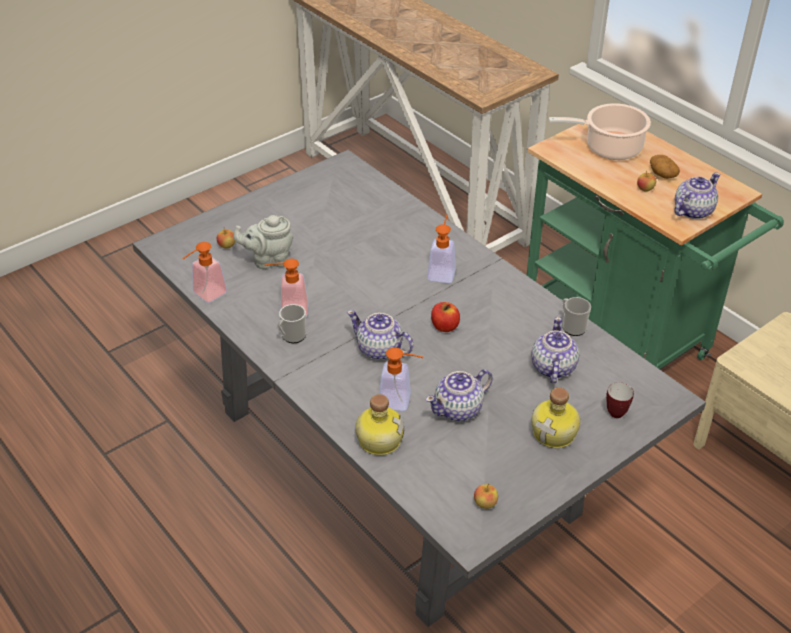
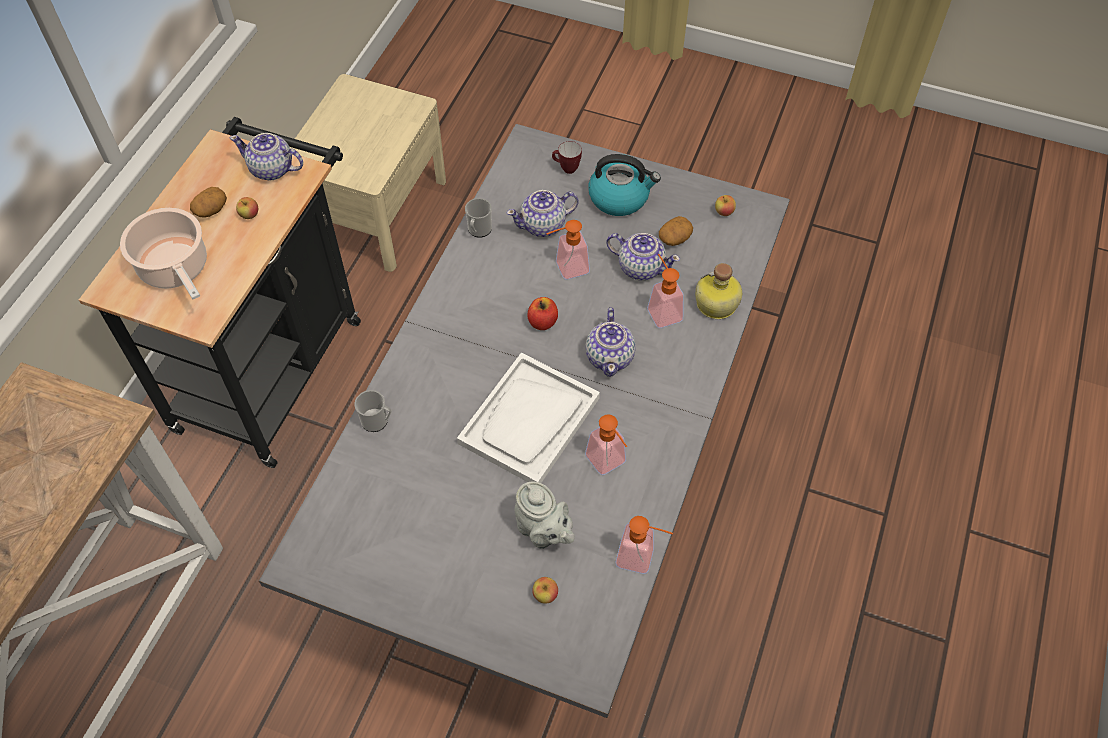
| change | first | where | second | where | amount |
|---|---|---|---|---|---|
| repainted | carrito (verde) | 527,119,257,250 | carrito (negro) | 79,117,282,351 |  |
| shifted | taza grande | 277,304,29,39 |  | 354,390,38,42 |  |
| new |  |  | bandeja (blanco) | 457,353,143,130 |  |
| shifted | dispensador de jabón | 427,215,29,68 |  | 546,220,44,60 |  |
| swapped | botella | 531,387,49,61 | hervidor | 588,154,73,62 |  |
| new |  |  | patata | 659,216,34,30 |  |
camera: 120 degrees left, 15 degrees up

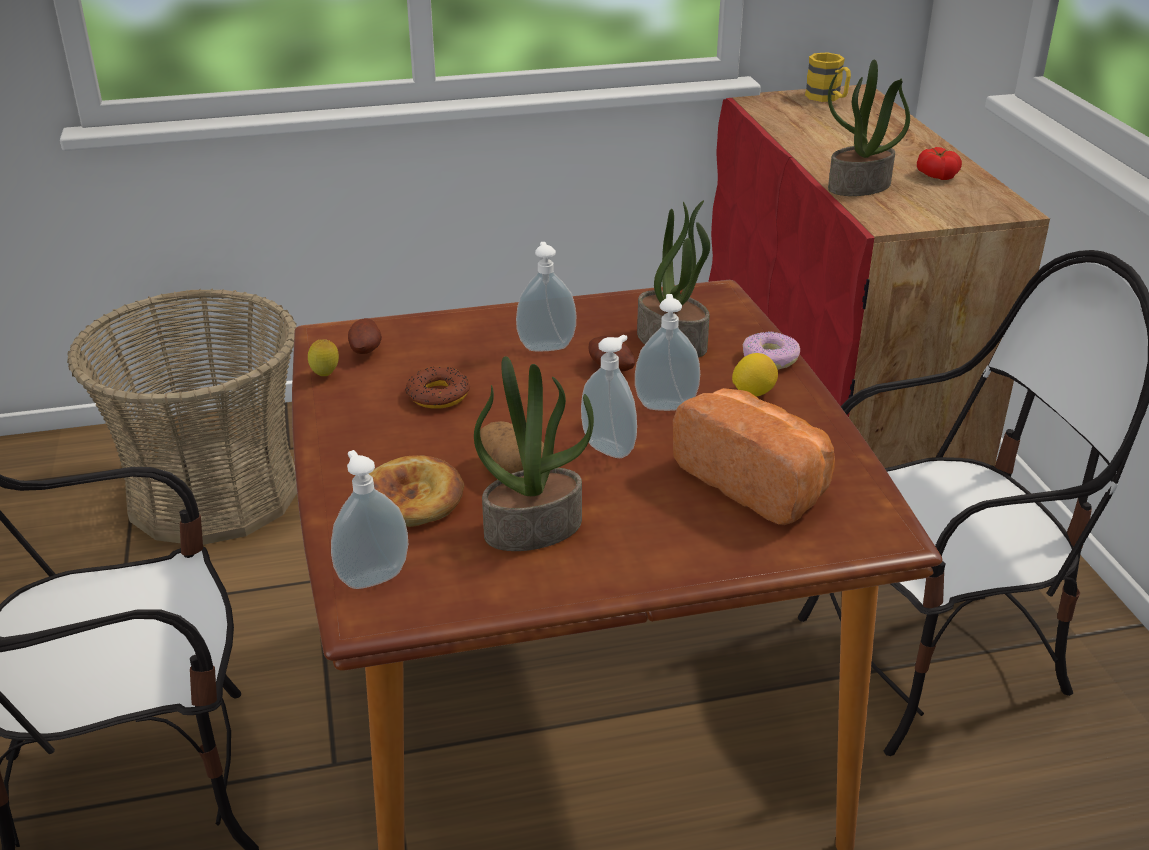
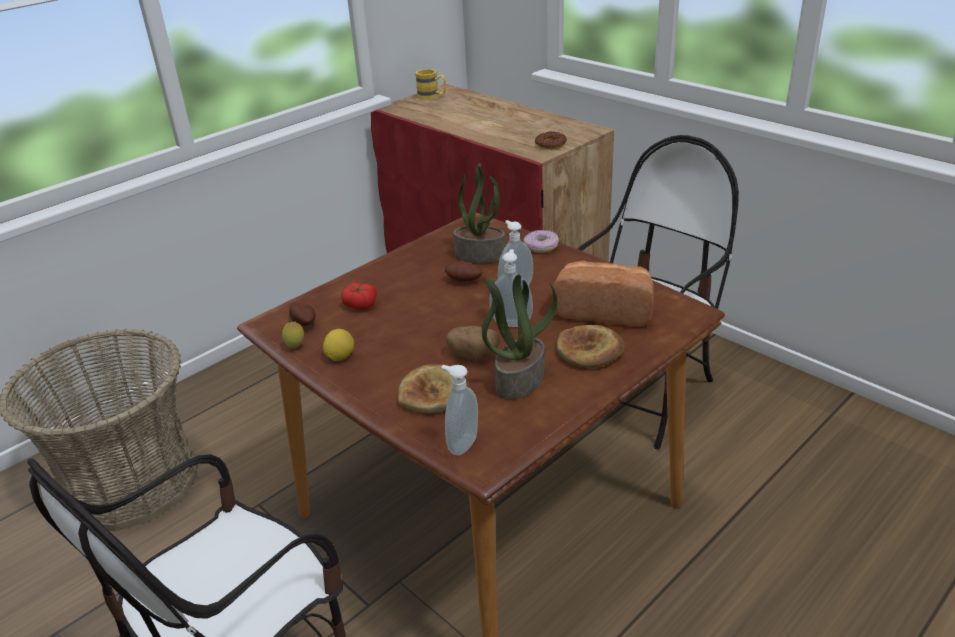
| change | first | where | second | where | amount |
|---|---|---|---|---|---|
| shifted | limón | 732,353,46,44 |  | 323,329,31,32 |  |
| shifted | tomate | 917,147,45,33 |  | 341,282,36,27 |  |
| shifted | rosquilla | 405,367,65,41 |  | 535,132,32,17 |  |
| new |  |  | pan | 556,325,68,43 |  |
| gone | dispensador de jabón | 516,242,60,109 |  |  |  |
| gone | planta en maceta | 828,59,82,137 |  |  |  |
camera: 30 degrees left, 0 degrees up

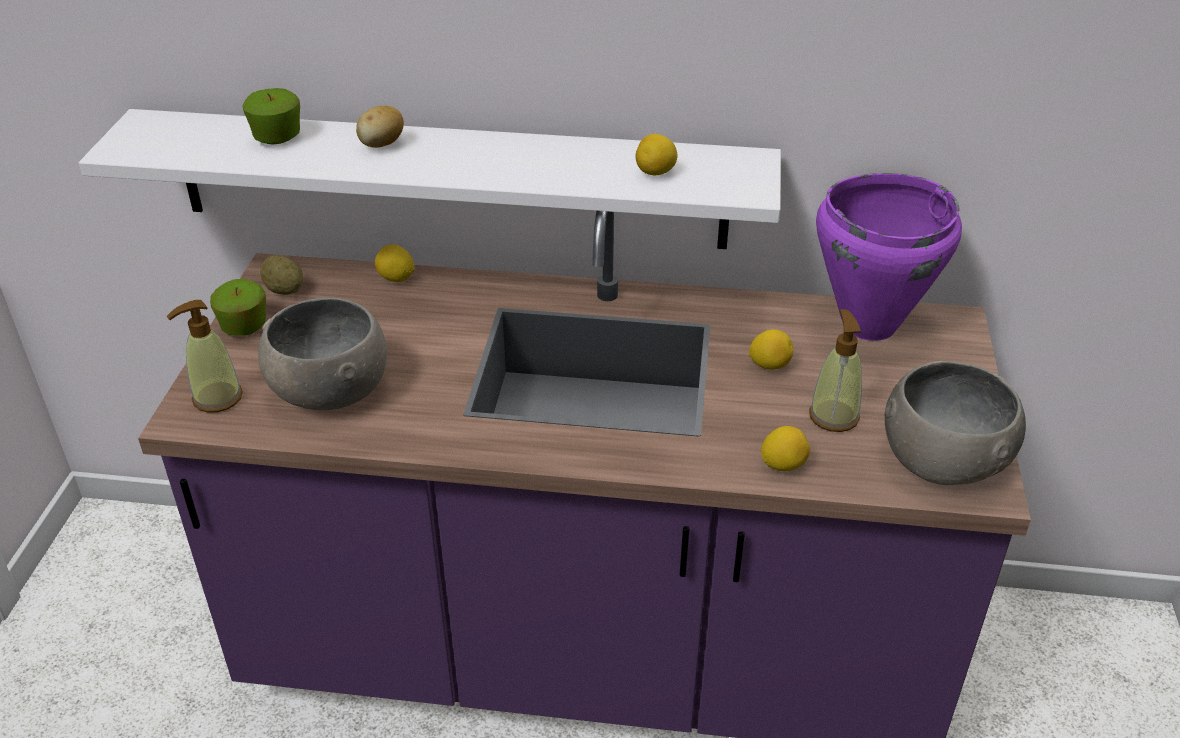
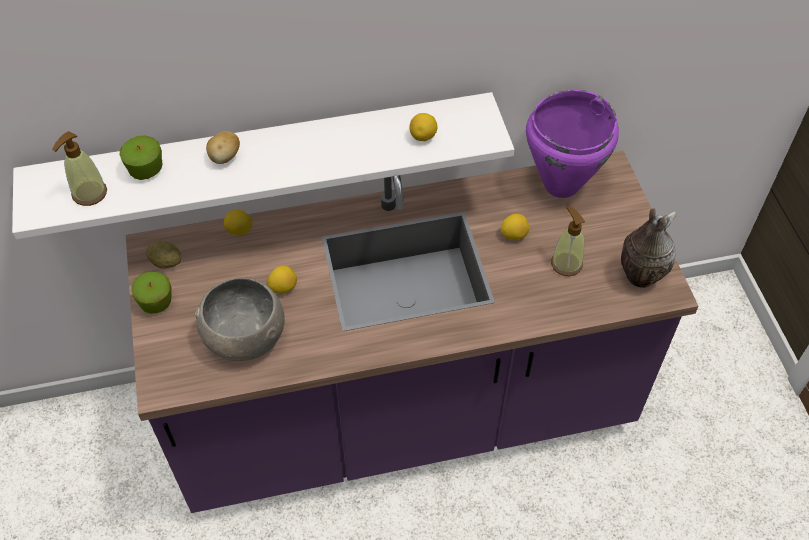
| change | first | where | second | where | amount |
|---|---|---|---|---|---|
| shifted | dispensador de jabón | 167,300,76,113 |  | 52,131,55,75 |  |
| shifted | limón | 761,426,49,45 |  | 268,266,29,28 |  |
| swapped | cuenco (gris) | 885,361,141,124 | florero | 621,208,55,80 |  |
camera: 20 degrees left, 15 degrees up

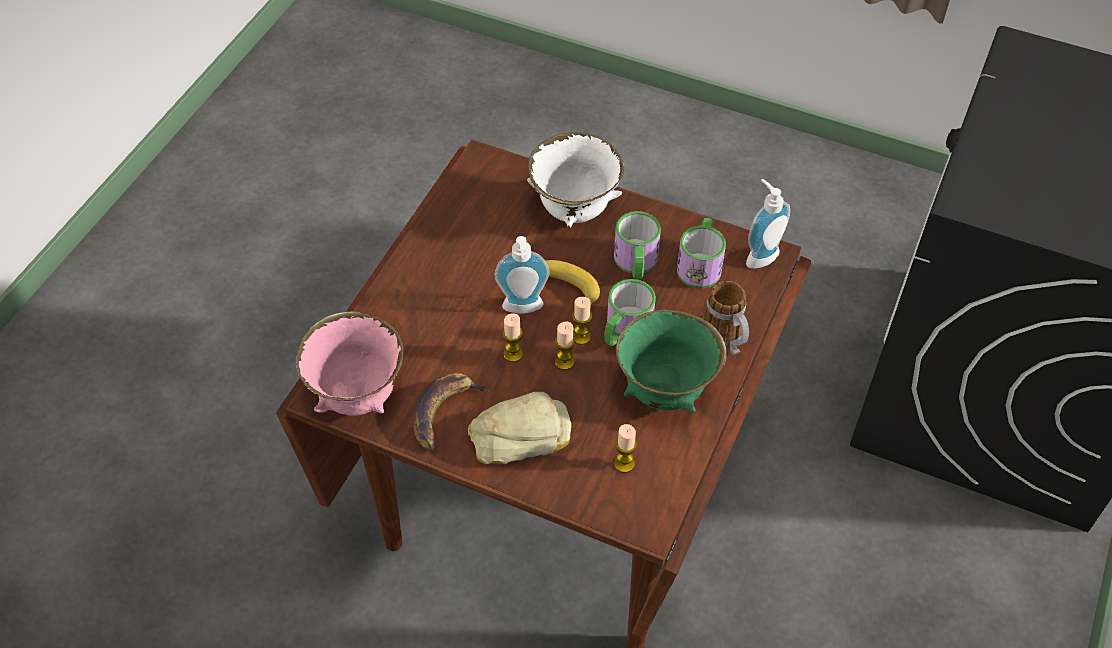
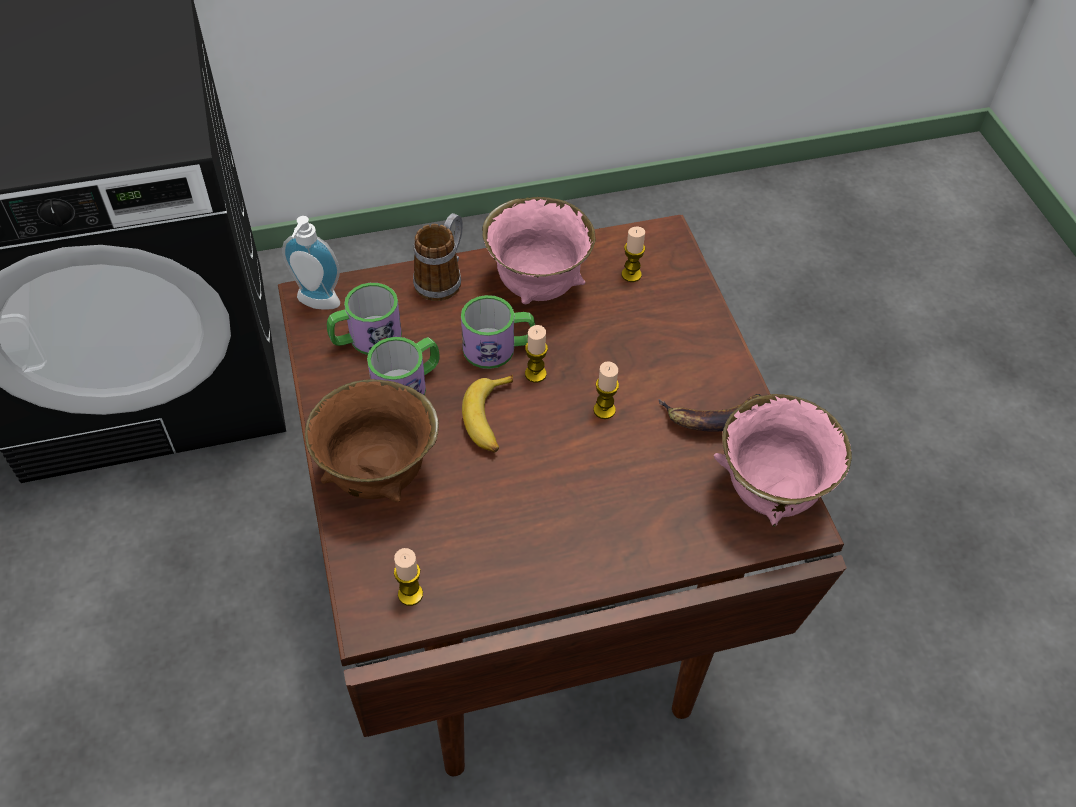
| change | first | where | second | where | amount |
|---|---|---|---|---|---|
| repainted | cuenco (blanco) | 527,132,97,96 | cuenco (marrón) | 305,379,134,123 |  |
| shifted | vela | 555,321,20,49 |  | 394,548,29,58 |  |
| repainted | cuenco (verde) | 616,309,111,104 | cuenco (rosa) | 482,197,114,107 |  |
| gone | pan | 468,392,103,72 |  |  |  |
| gone | dispensador de jabón | 495,236,55,78 |  |  |  |
camera: 130 degrees left, 0 degrees up

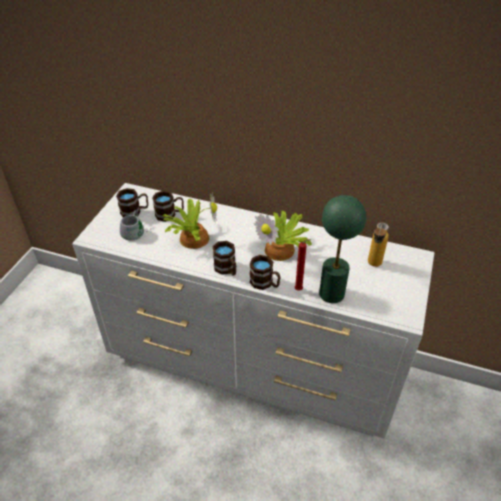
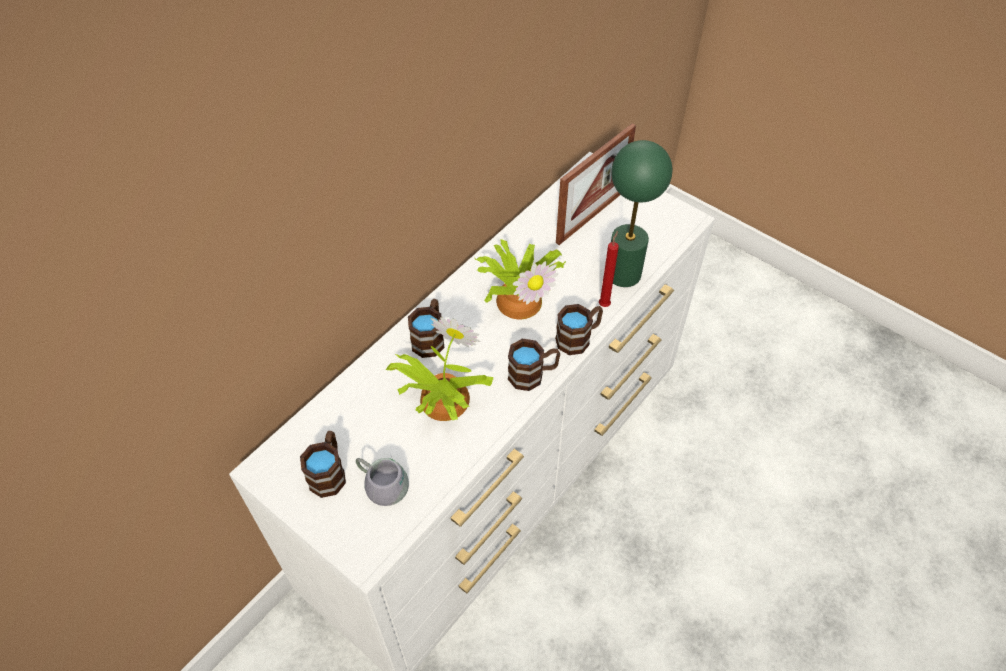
| change | first | where | second | where | amount |
|---|---|---|---|---|---|
| shifted | taza grande (marrón) | 152,191,32,31 |  | 408,299,36,59 |  |
| swapped | botella | 368,223,21,44 | portarretratos | 556,123,80,122 |  |
camera: 70 degrees left, 10 degrees up

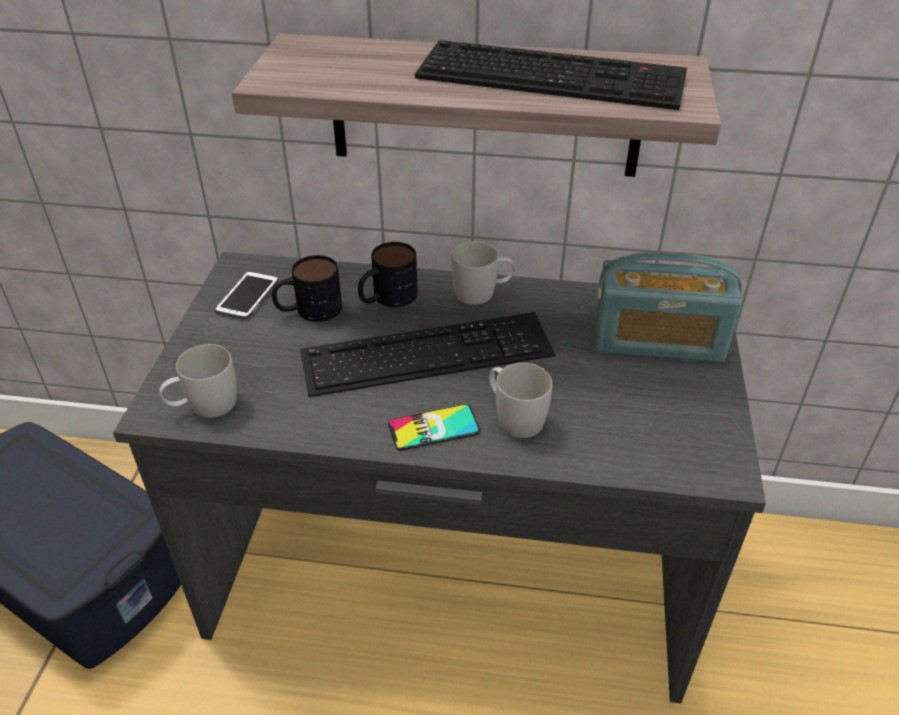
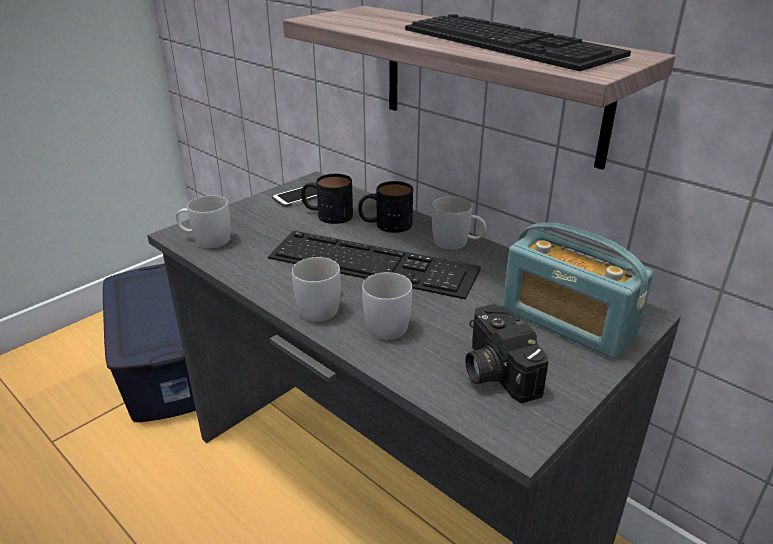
| change | first | where | second | where | amount |
|---|---|---|---|---|---|
| swapped | móvil | 388,404,92,47 | taza grande (blanco) | 292,257,49,65 |  |
| new |  |  | cámara | 465,304,84,99 |  |
camera: 35 degrees right, 10 degrees down

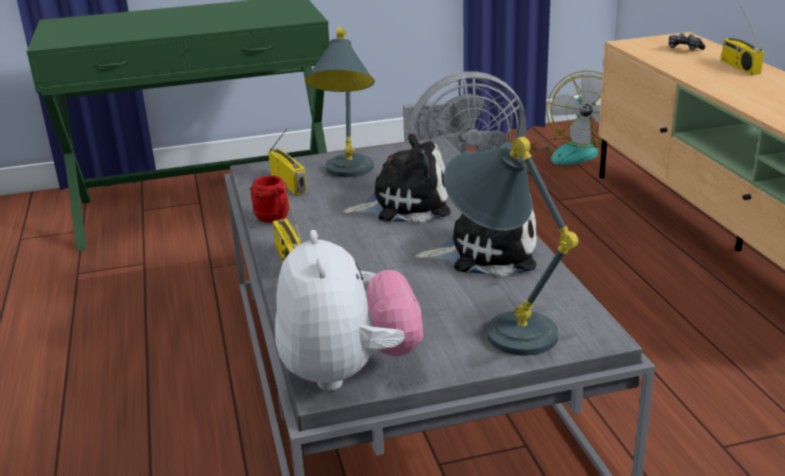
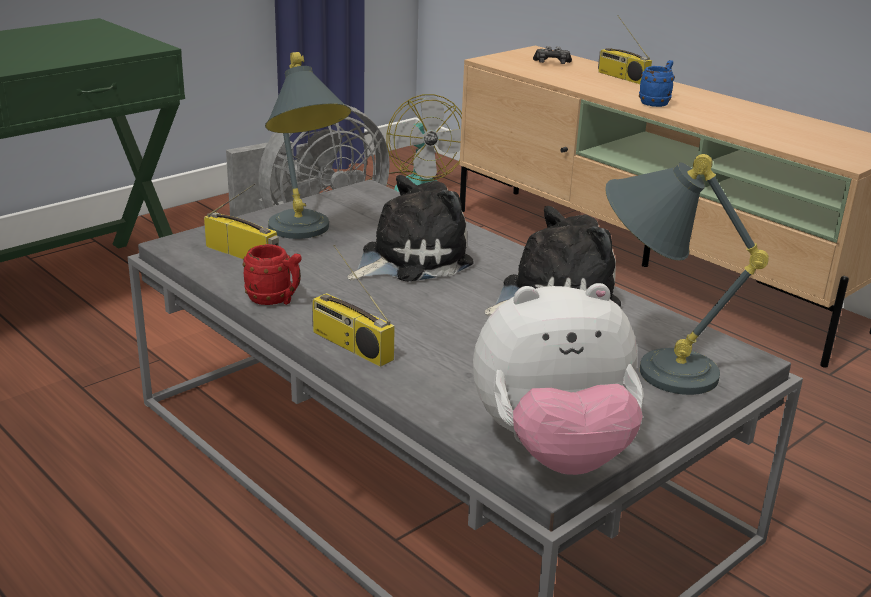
| change | first | where | second | where | amount |
|---|---|---|---|---|---|
| rotated | peluche | 275,230,149,161 |  | 473,283,171,192 | 120 degrees clockwise |
| new |  |  | taza grande (azul) | 639,60,36,47 |  |
camera: 30 degrees left, 0 degrees up

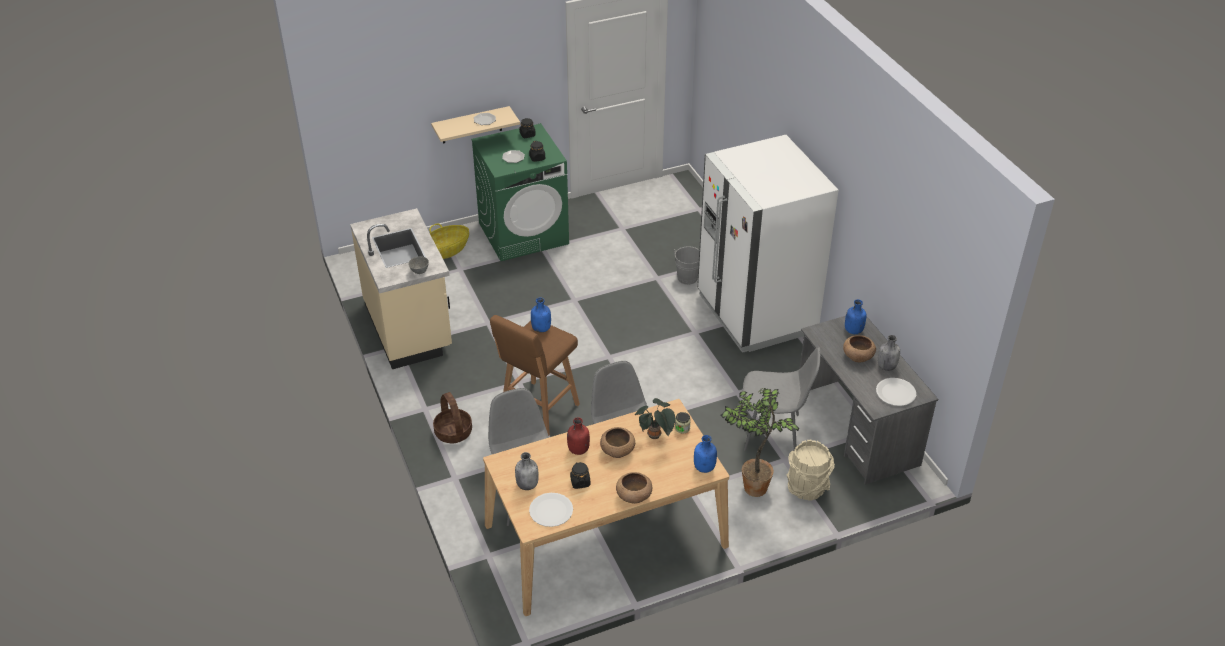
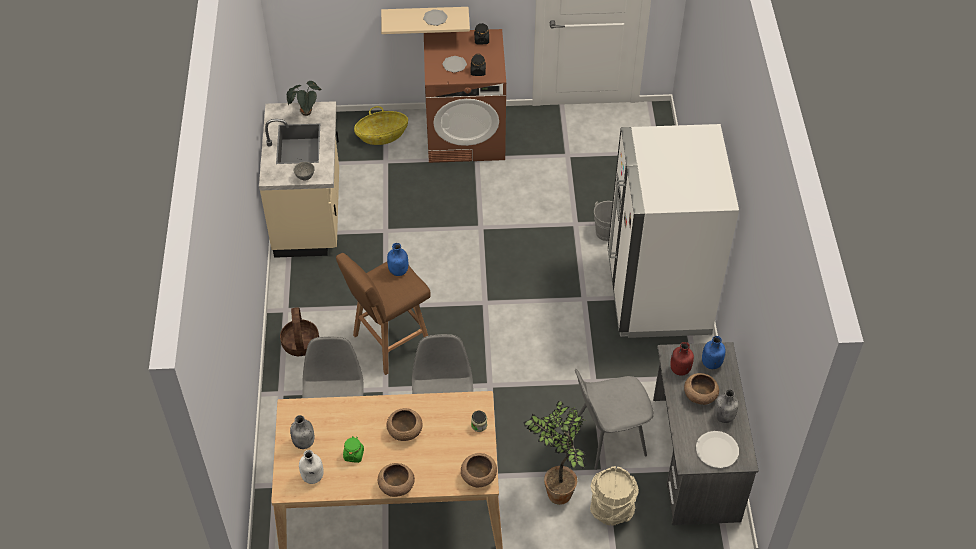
| change | first | where | second | where | amount |
|---|---|---|---|---|---|
| shifted | planta en maceta | 635,398,40,41 |  | 287,81,35,35 |  |
| swapped | plato (blanco) | 529,493,44,34 | botella (blanco) | 299,450,25,34 |  |
| repainted | tarro (negro) | 570,462,21,27 | tarro (verde) | 343,436,21,27 |  |
| repainted | lavadora (verde) | 471,123,98,138 | lavadora (marrón) | 424,29,82,134 |  |
| swapped | botella (azul) | 694,435,23,38 | cuenco (marrón) | 461,453,36,34 |  |
| rotated | silla (gris) | 742,347,79,104 |  | 575,369,79,101 | 135 degrees clockwise |
| shifted | botella (rojo) | 567,417,23,38 |  | 670,342,24,34 |  |
camera: 20 degrees right, 10 degrees up

